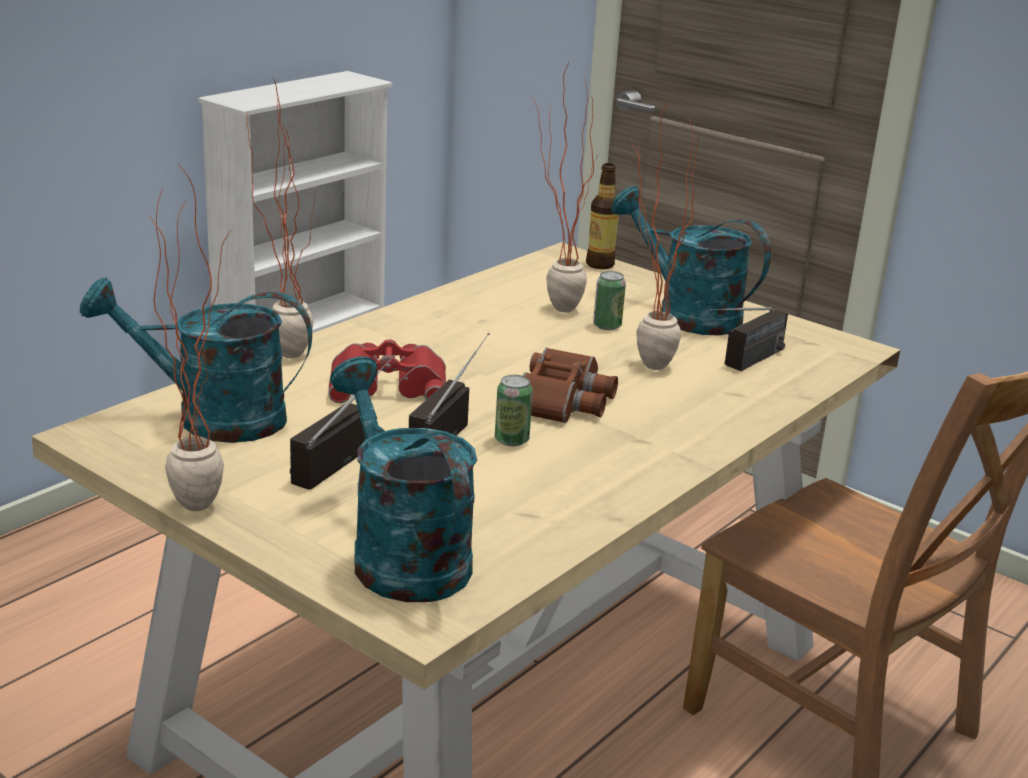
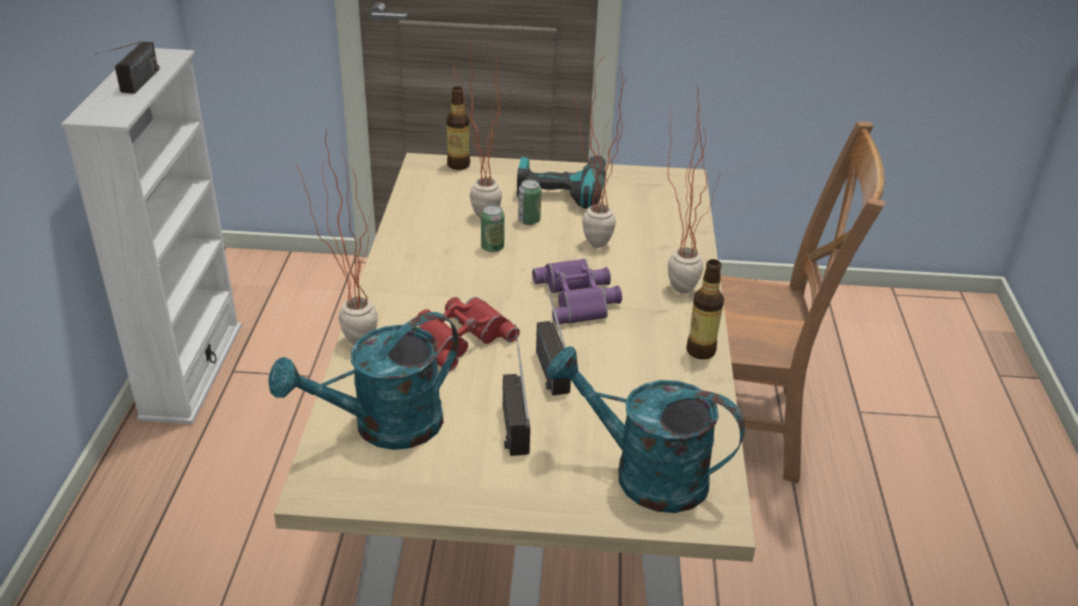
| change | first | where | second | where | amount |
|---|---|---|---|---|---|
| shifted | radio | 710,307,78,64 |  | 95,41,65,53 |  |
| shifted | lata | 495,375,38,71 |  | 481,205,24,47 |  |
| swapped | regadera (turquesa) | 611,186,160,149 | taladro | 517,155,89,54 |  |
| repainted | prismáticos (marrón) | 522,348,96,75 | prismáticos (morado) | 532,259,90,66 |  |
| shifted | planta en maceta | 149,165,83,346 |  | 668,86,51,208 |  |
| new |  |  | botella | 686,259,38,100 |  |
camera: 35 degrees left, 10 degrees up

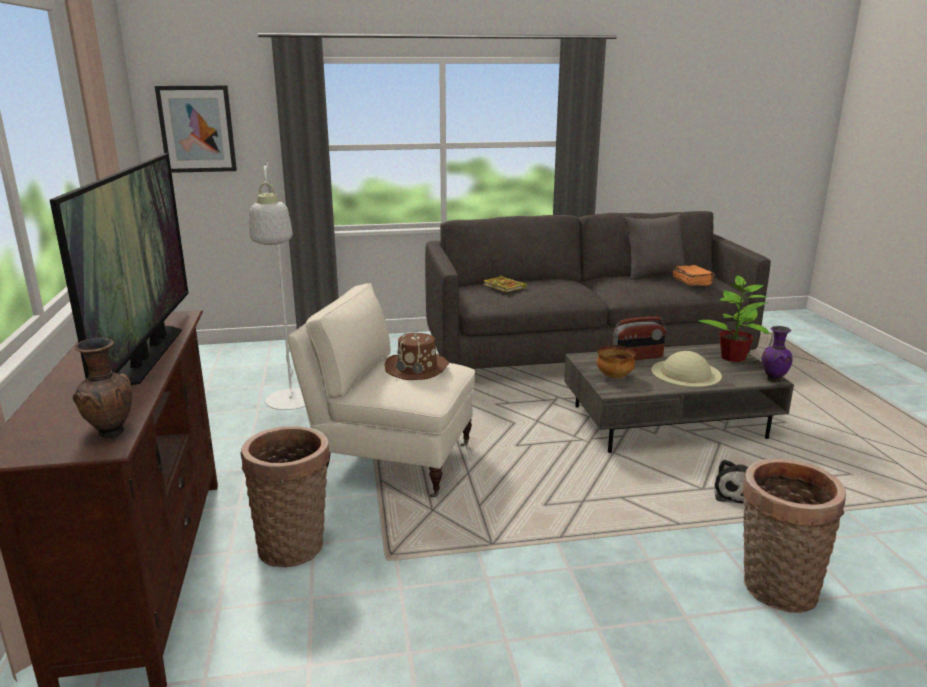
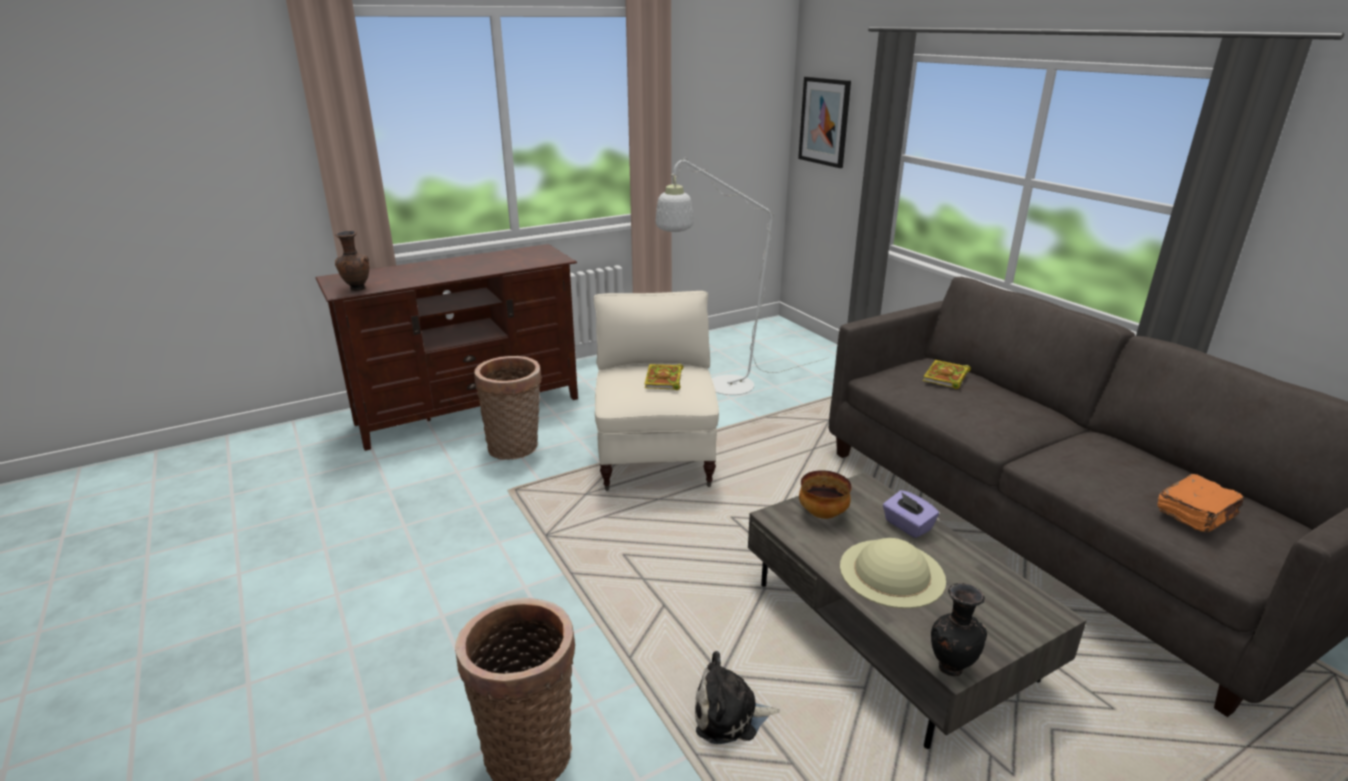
| change | first | where | second | where | amount |
|---|---|---|---|---|---|
| swapped | sombrero (marrón) | 384,333,65,47 | libro | 644,364,39,26 |  |
| swapped | radio | 612,316,54,44 | caja de pañuelos (morado) | 883,490,56,48 |  |
| repainted | florero (morado) | 762,326,31,57 | florero (negro) | 931,583,56,93 |  |
| gone | televisor | 50,153,139,232 |  |  |  |
| gone | cojín (gris) | 624,214,61,66 |  |  |  |
| gone | planta en maceta | 698,275,71,87 |  |  |  |
camera: 70 degrees right, 5 degrees up

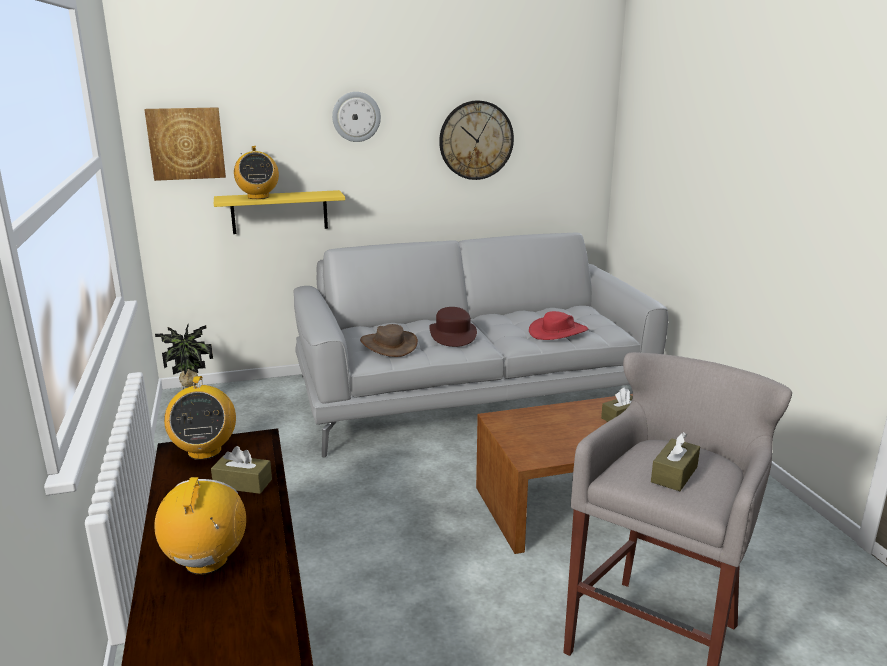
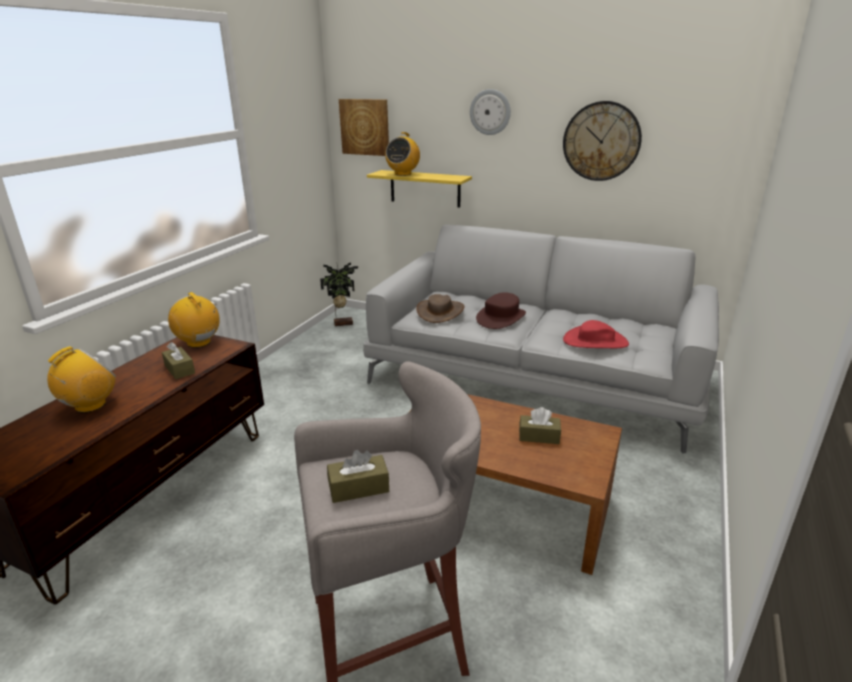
| change | first | where | second | where | amount |
|---|---|---|---|---|---|
| rotated | radio | 164,376,72,84 |  | 168,292,52,56 | 105 degrees clockwise |
camera: 40 degrees right, 5 degrees up

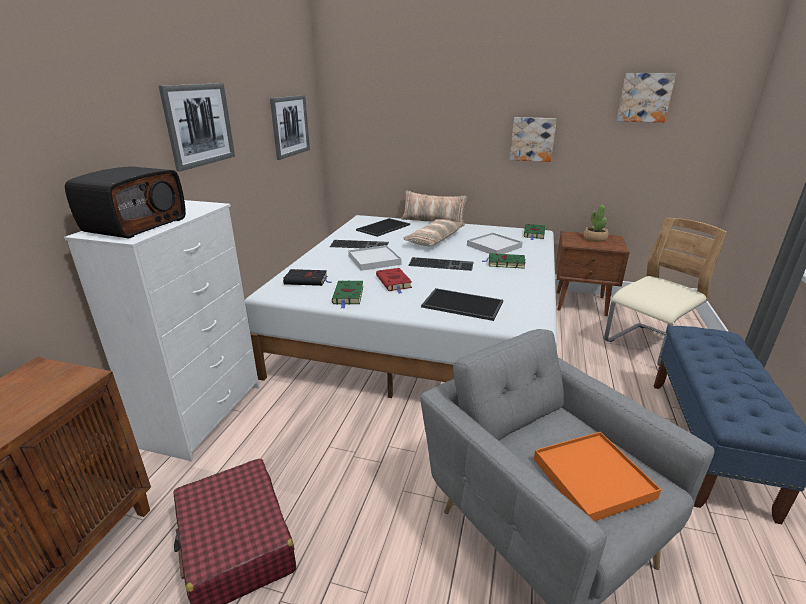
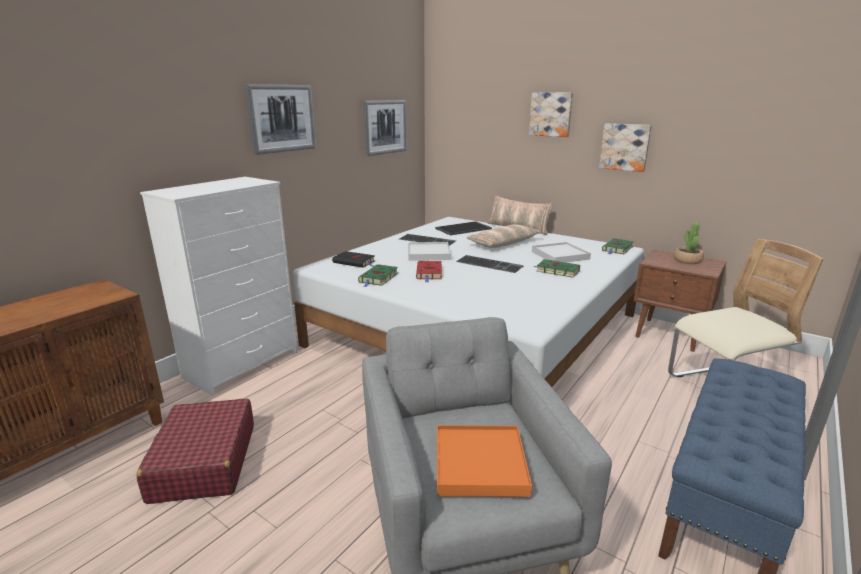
| change | first | where | second | where | amount |
|---|---|---|---|---|---|
| shifted | cuadro | 617,73,59,49 |  | 529,92,44,45 |  |
| gone | radio | 65,166,121,72 |  |  |  |
| gone | bandeja | 421,288,82,33 |  |  |  |
camera: 20 degrees right, 5 degrees down

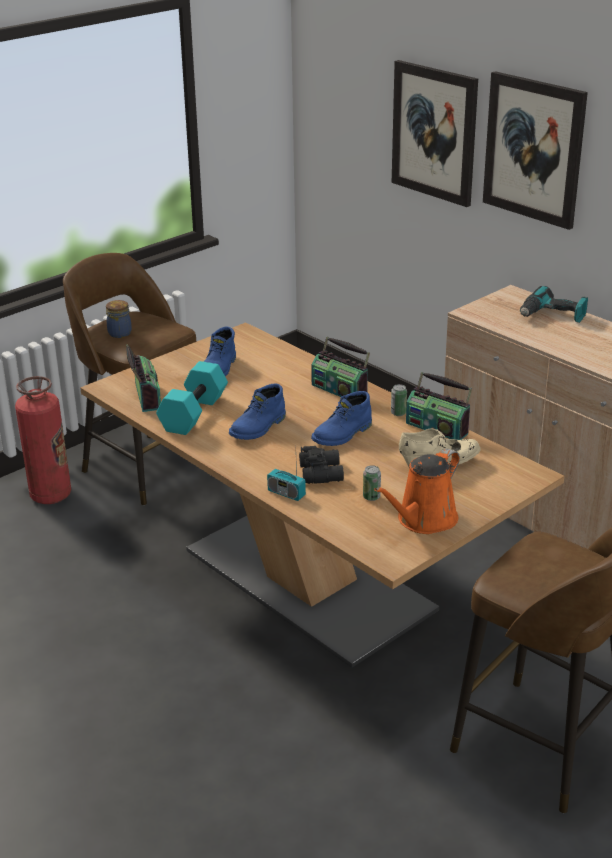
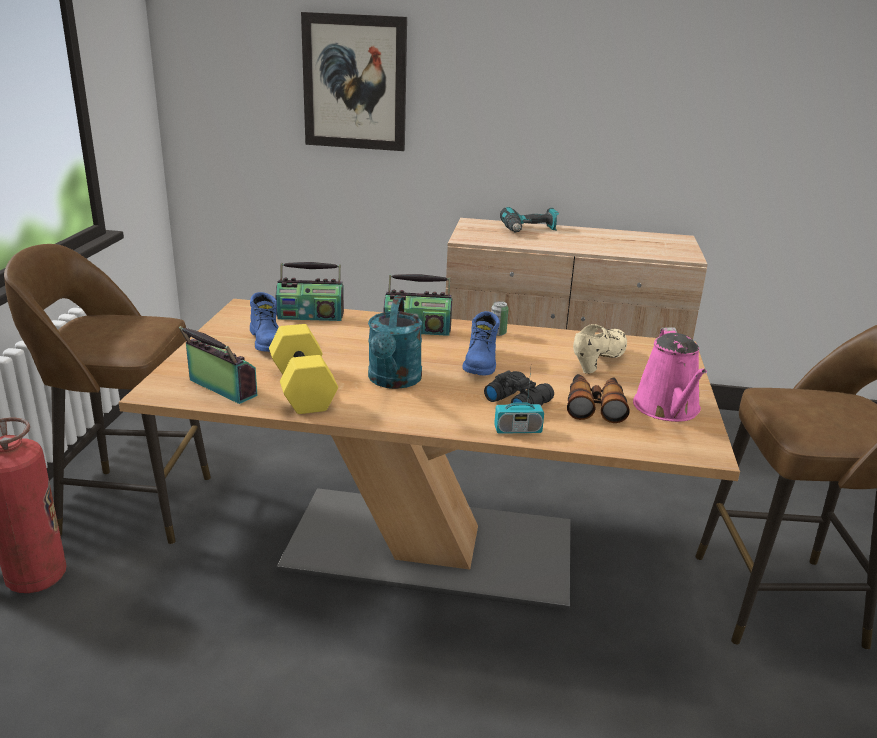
| change | first | where | second | where | amount |
|---|---|---|---|---|---|
| repainted | mancuerna (turquesa) | 156,361,72,74 | mancuerna (amarillo) | 269,324,69,90 |  |
| shifted | radio | 406,372,66,68 |  | 275,262,69,59 |  |
| swapped | bota (azul) | 229,384,57,56 | regadera (turquesa) | 368,296,54,93 |  |
| swapped | lata | 363,465,18,36 | prismáticos | 567,374,63,49 |  |
| repainted | regadera (naranja) | 374,449,86,85 | regadera (rosa) | 633,327,74,95 |  |
| gone | tarro | 106,300,26,38 |  |  |  |
| gone | cuadro | 483,71,105,159 |  |  |  |
camera: 40 degrees left, 5 degrees down

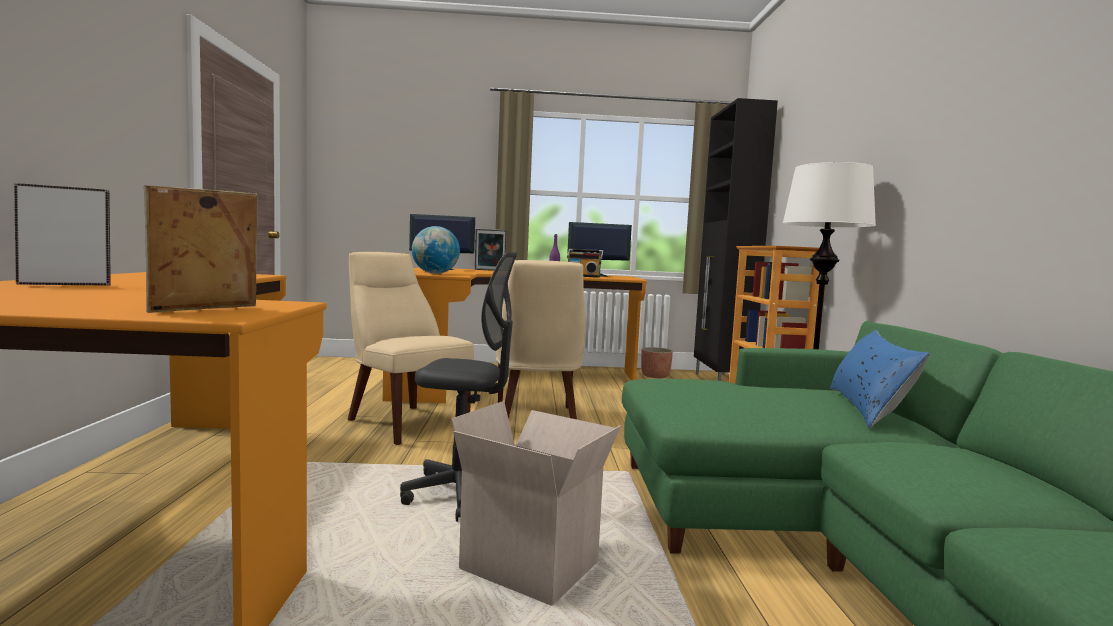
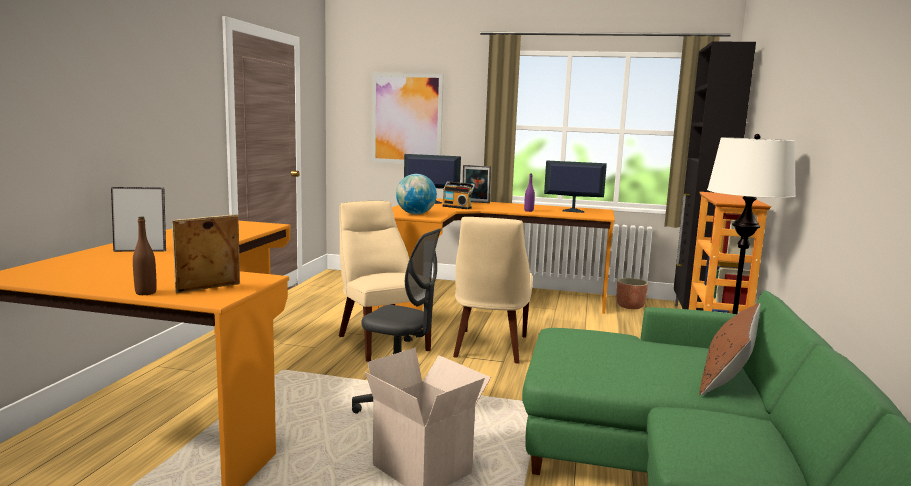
| change | first | where | second | where | amount |
|---|---|---|---|---|---|
| new |  |  | botella (marrón) | 133,217,24,78 |  |
| new |  |  | cuadro | 372,72,72,92 |  |
| shifted | radio | 567,249,36,29 |  | 442,181,33,28 |  |
| repainted | cojín (azul) | 830,330,100,98 | cojín (marrón) | 699,303,61,93 |  |
camera: 15 degrees right, 5 degrees up

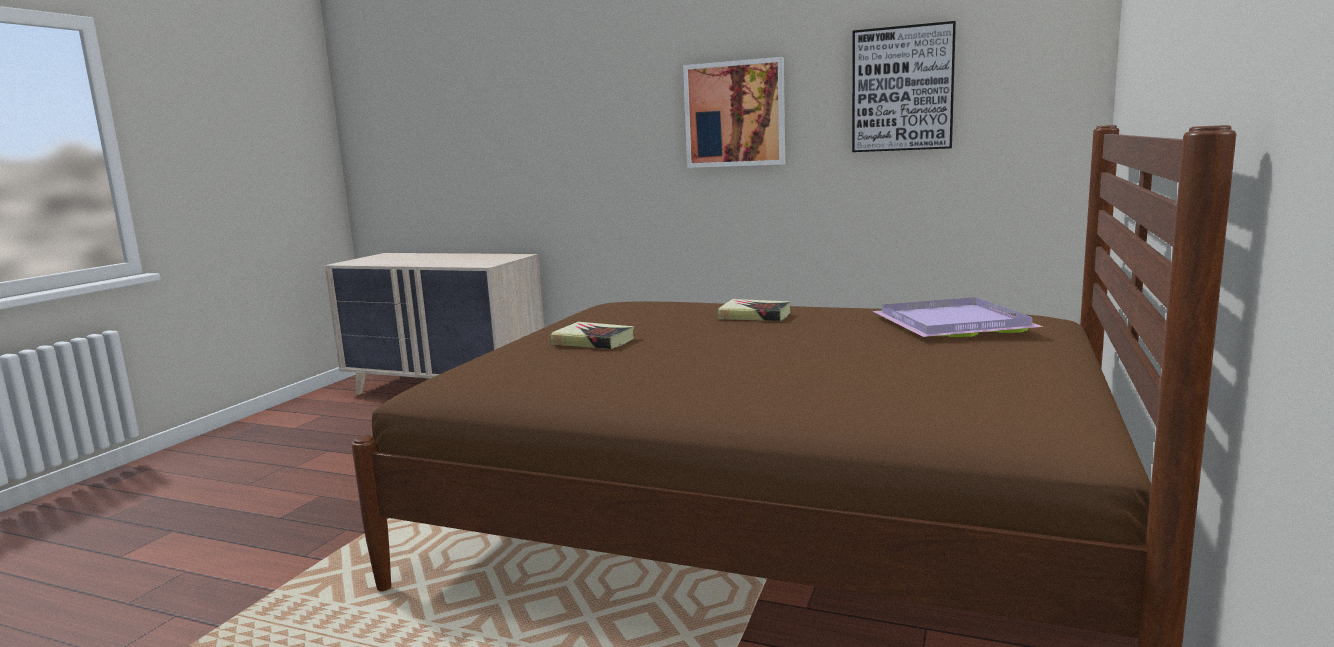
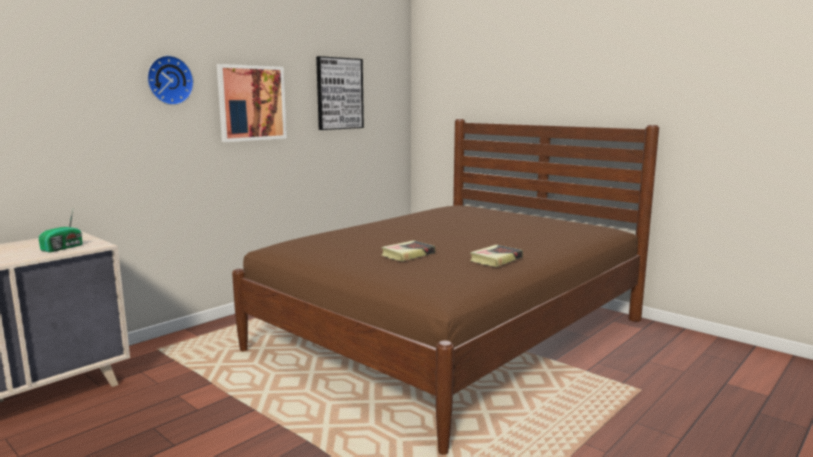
| change | first | where | second | where | amount |
|---|---|---|---|---|---|
| new |  |  | radio | 39,210,43,42 |  |
| new |  |  | reloj de pared | 147,55,47,50 |  |
| shifted | libro | 718,299,73,22 |  | 470,245,53,22 |  |
| gone | bandeja (morado) | 873,297,170,40 |  |  |  |
camera: 70 degrees left, 0 degrees up

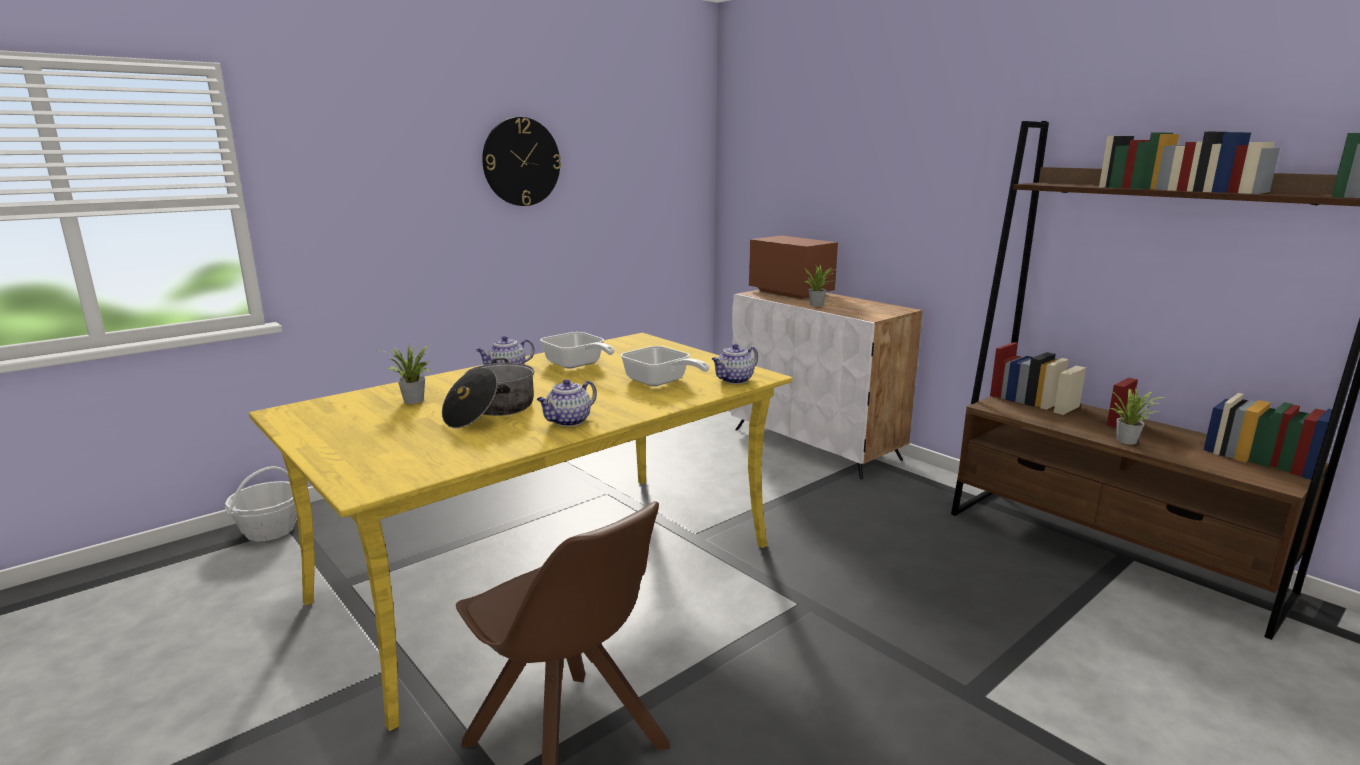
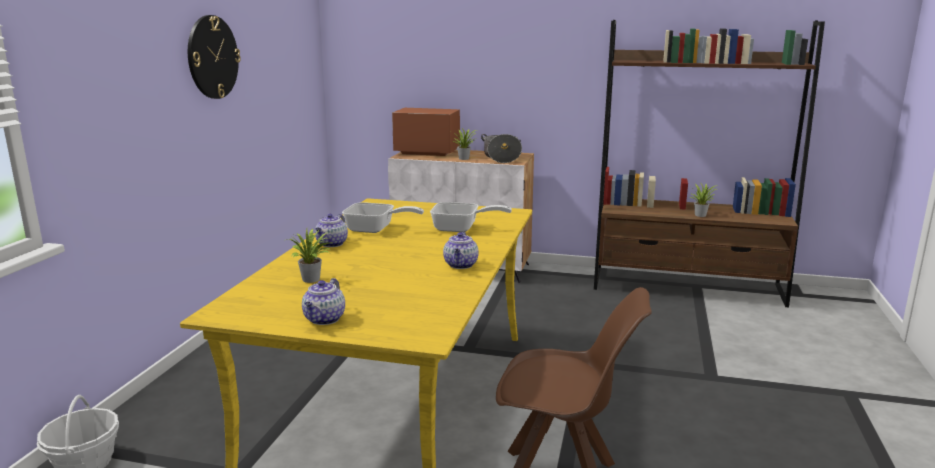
| change | first | where | second | where | amount |
|---|---|---|---|---|---|
| shifted | tetera | 712,344,46,40 |  | 302,278,43,47 |  |
| shifted | olla | 442,358,92,70 |  | 481,134,41,29 |  |
camera: 35 degrees left, 0 degrees up

